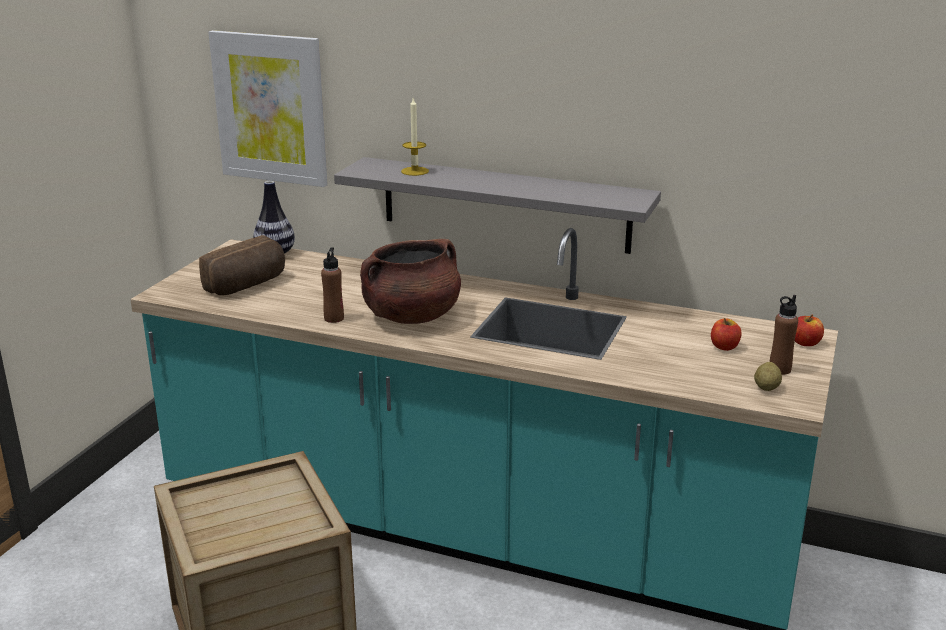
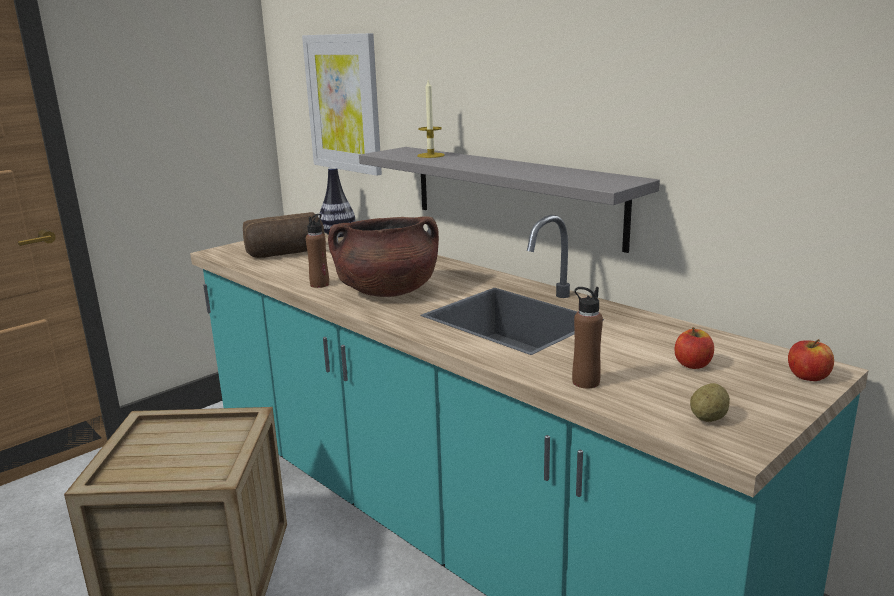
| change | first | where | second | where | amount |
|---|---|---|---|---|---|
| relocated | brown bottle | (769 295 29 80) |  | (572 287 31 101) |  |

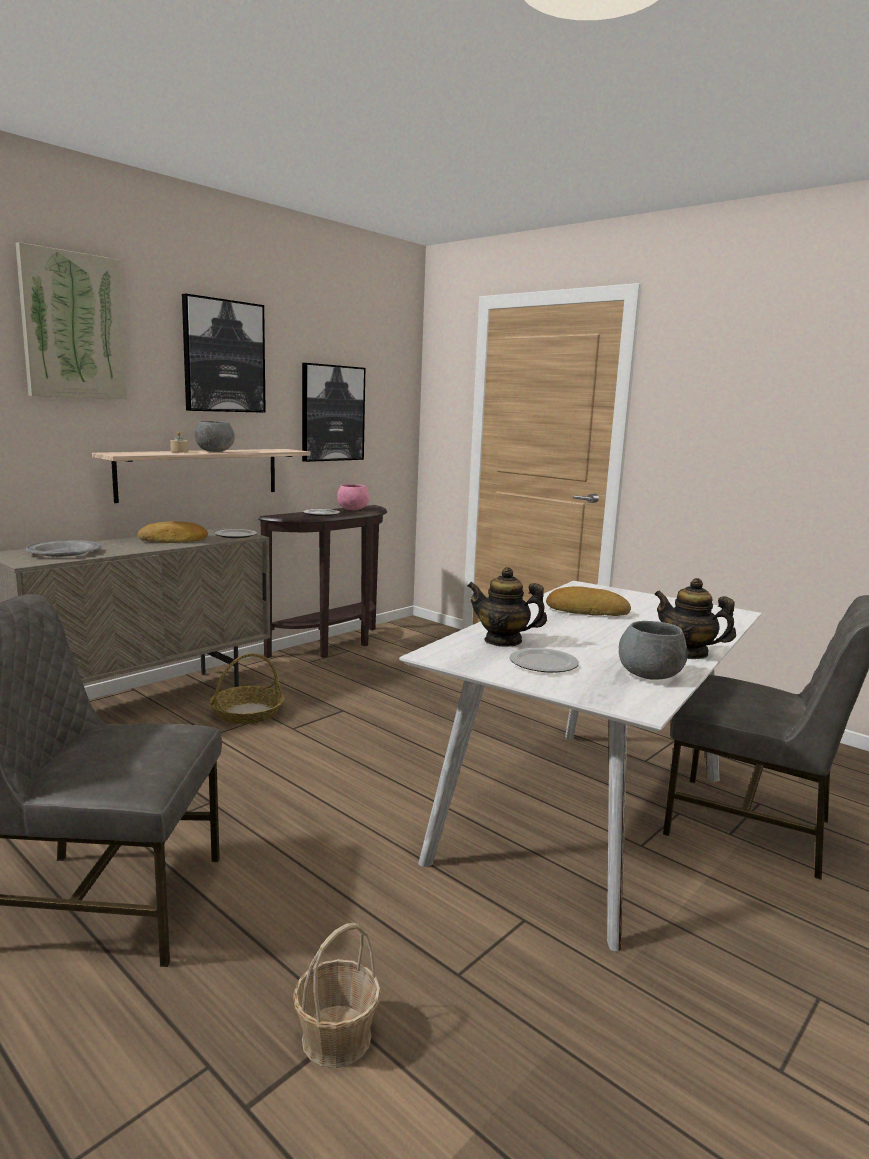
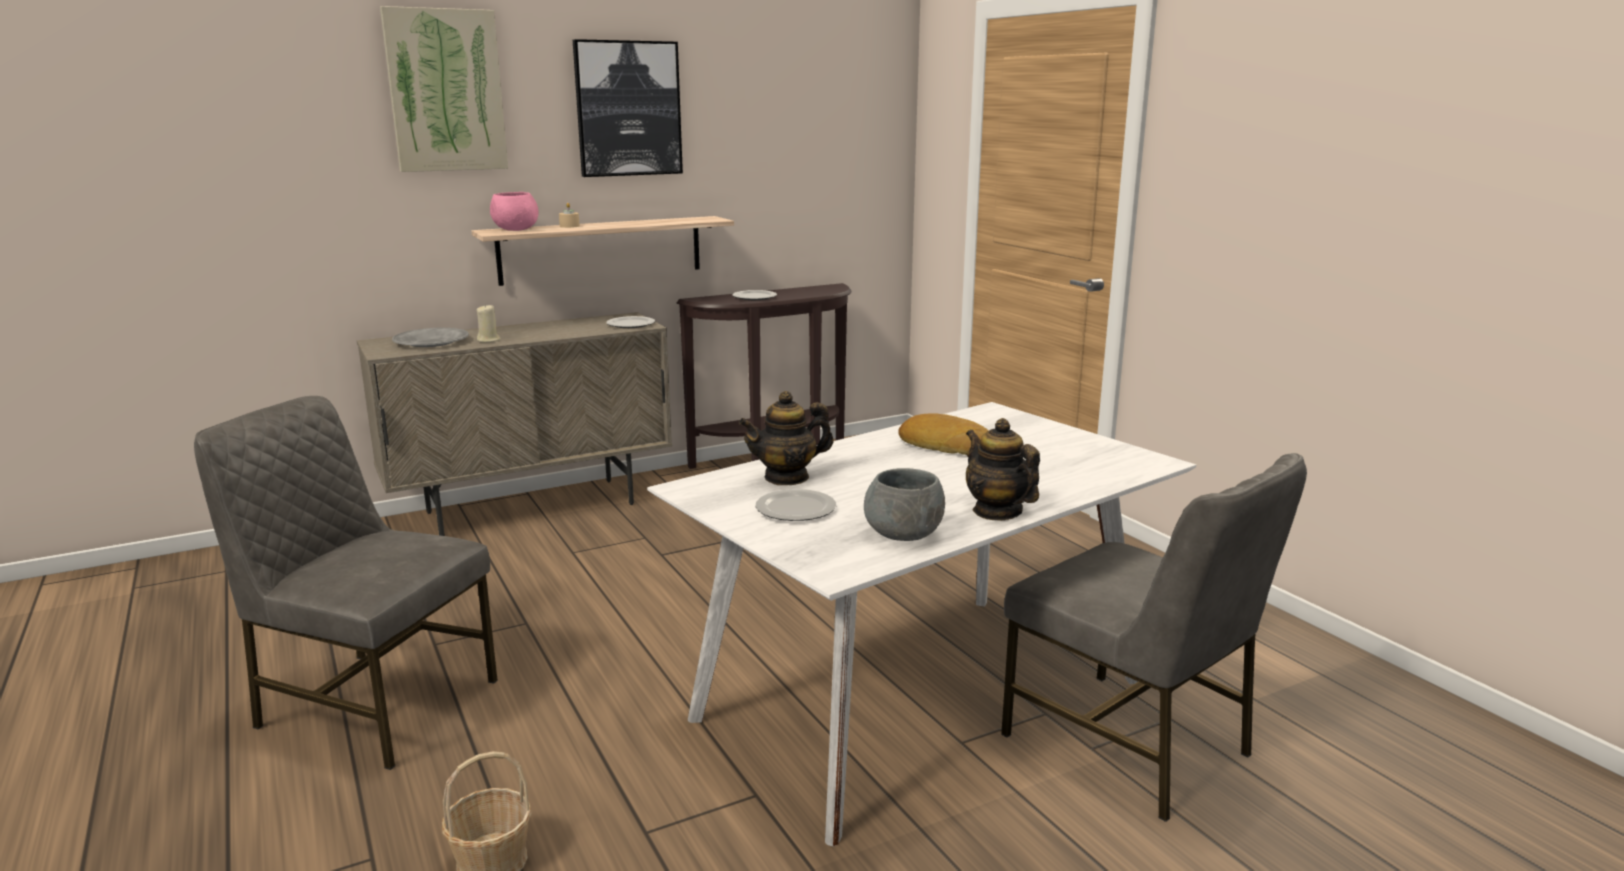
| change | first | where | second | where | amount |
|---|---|---|---|---|---|
| missing | wall art | (302 363 63 99) |  |  |  |
| missing | gray deep dish | (194 421 41 31) |  |  |  |
| relocated | pink deep dish | (337 484 32 26) |  | (490 192 49 39) |  |
| missing | bread | (137 521 71 22) |  |  |  |
| spun | teapot | (468 567 79 80) |  | (739 391 95 94) | 60 degrees counterclockwise |
| missing | storage basket | (210 653 75 71) |  |  |  |
| appeared |  |  | sand-coloured wax light | (477 304 24 38) |  |

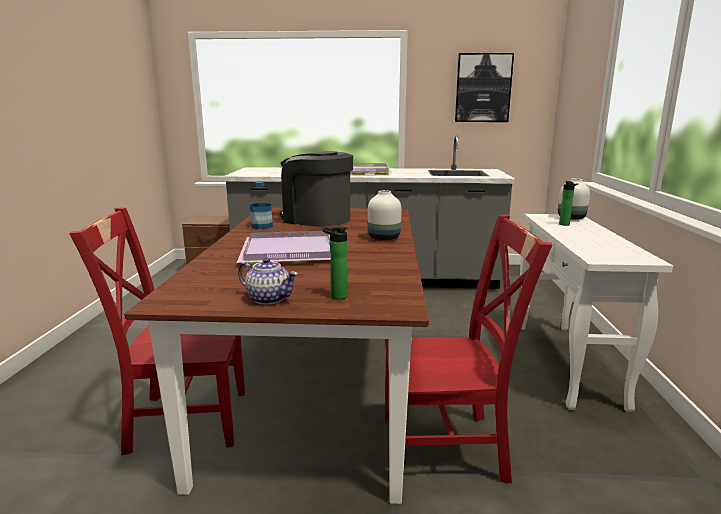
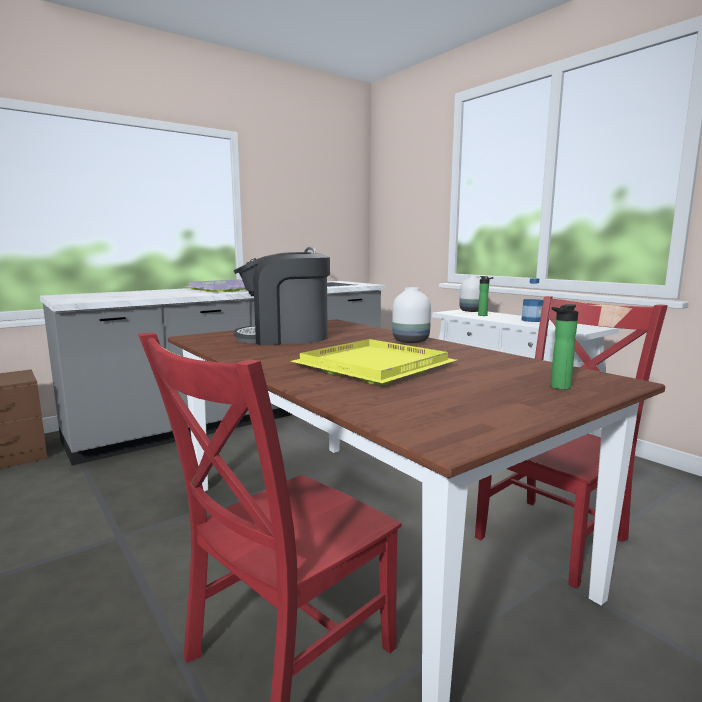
| change | first | where | second | where | amount |
|---|---|---|---|---|---|
| missing | wall art | (455 53 59 69) |  |  |  |
| relocated | bottle | (249 181 24 48) |  | (522 278 21 44) |  |
| colour | purple-coloured serving tray | (237 231 94 34) | yellowish serving tray | (291 339 165 46) |  |
| missing | teapot | (238 258 60 47) |  |  |  |

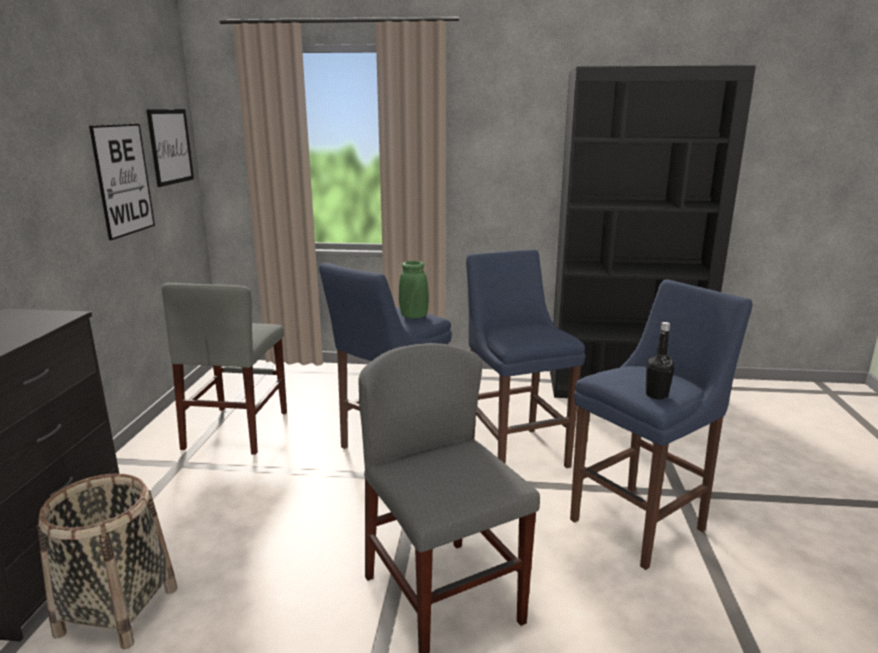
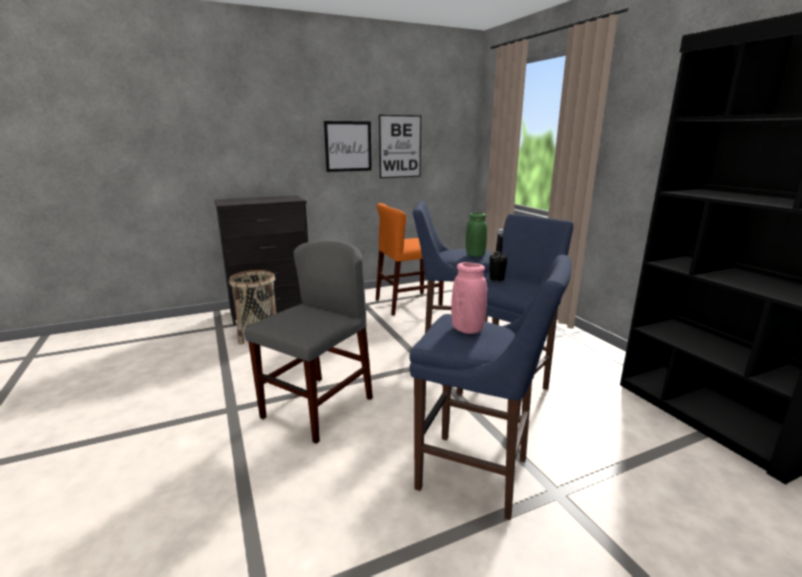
| change | first | where | second | where | amount |
|---|---|---|---|---|---|
| relocated | wall art | (146 109 48 78) |  | (324 121 48 51) |  |
| colour | gray plain chair | (162 283 125 172) | orangey plain chair | (376 203 68 113) |  |
| relocated | blackish bottle | (646 322 29 77) |  | (489 229 19 52) |  |
| appeared |  |  | pink flower vase | (451 262 36 72) |  |

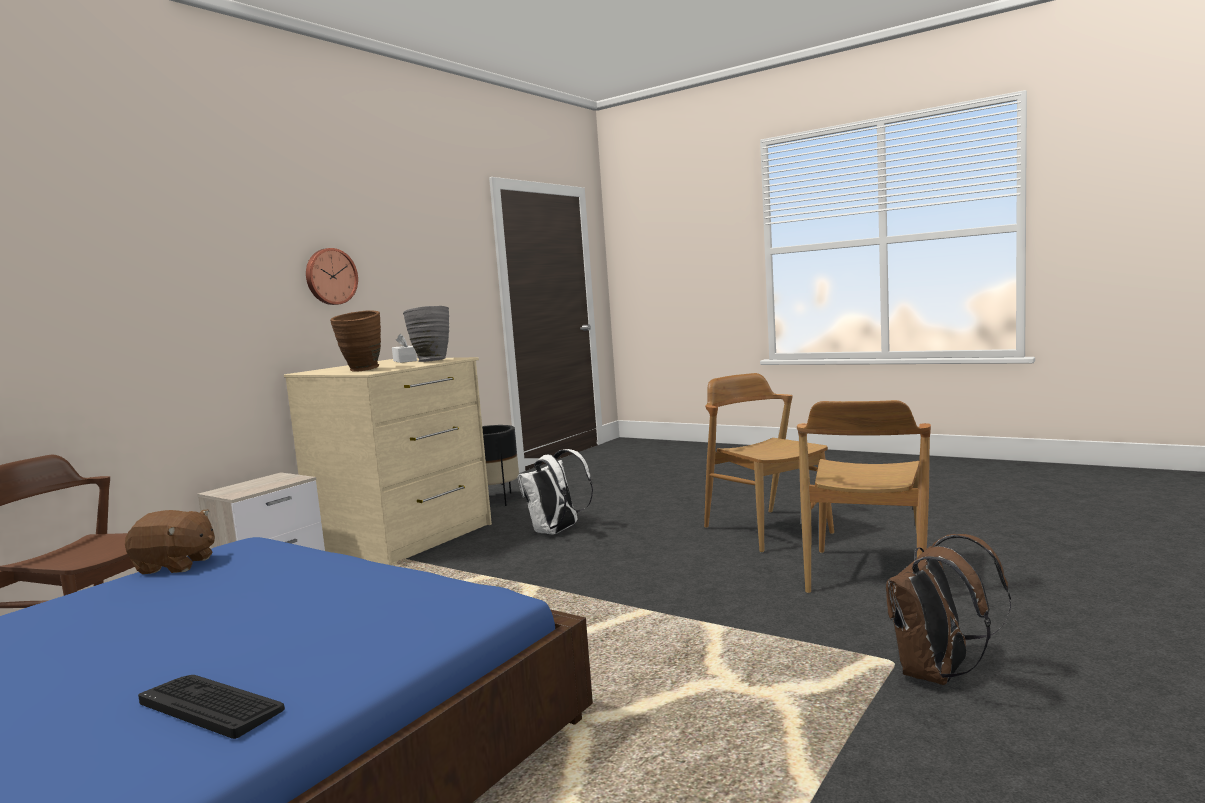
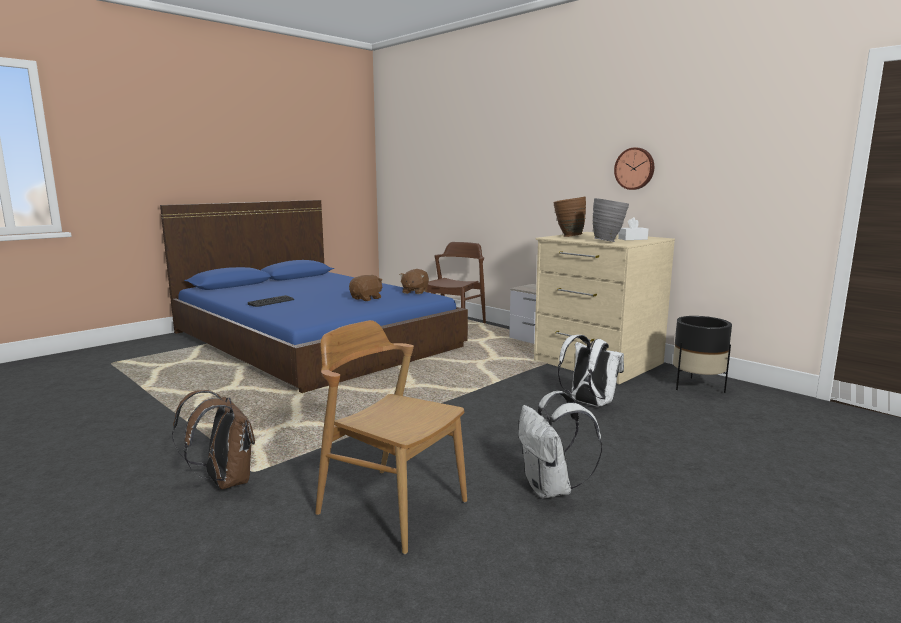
| change | first | where | second | where | amount |
|---|---|---|---|---|---|
| exchanged | brown plain chair | (704 373 130 180) | white-coloured knapsack | (518 391 84 108) |  |
| appeared |  |  | brown soft toy | (349 275 33 26) |  |

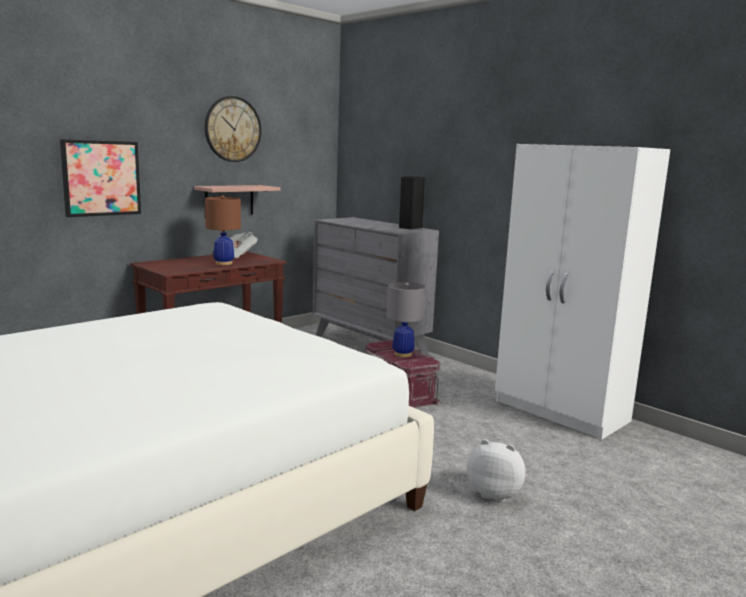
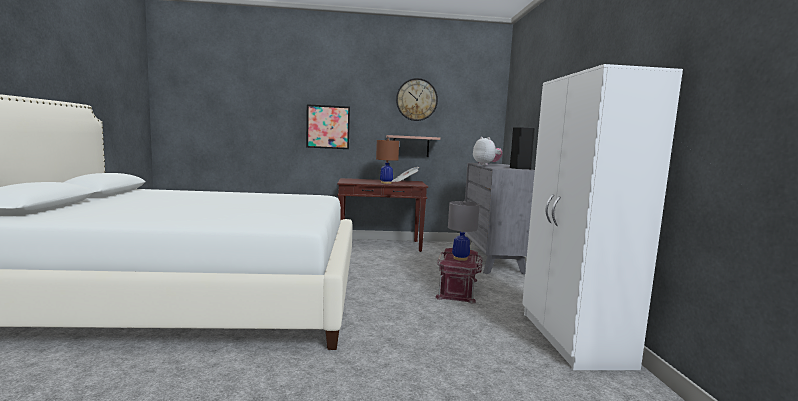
| change | first | where | second | where | amount |
|---|---|---|---|---|---|
| relocated | soft toy | (467 439 59 63) |  | (473 137 29 28) |  |

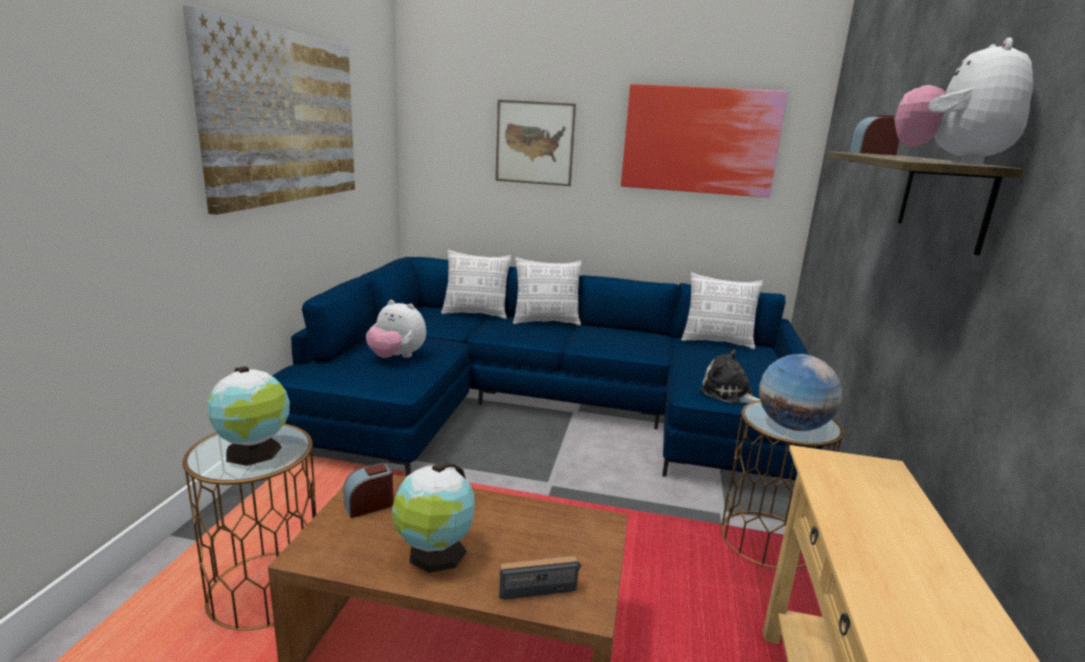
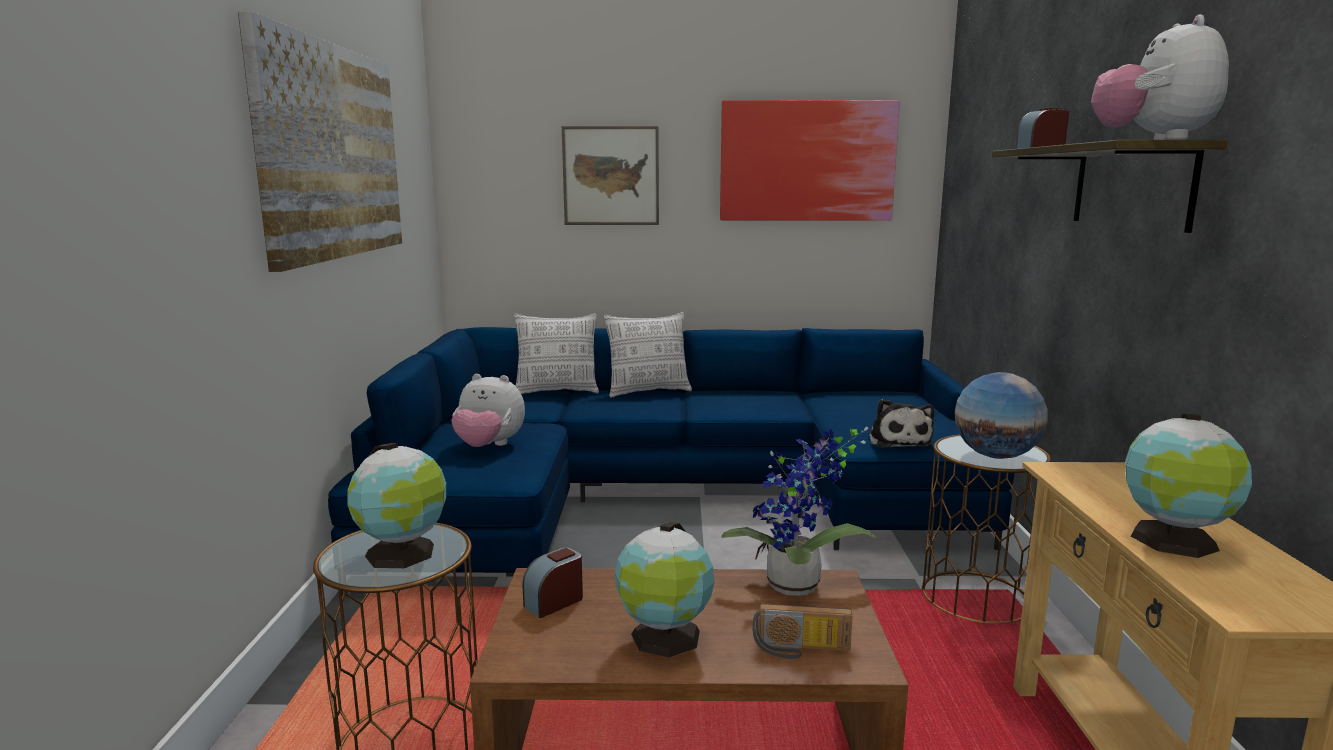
| change | first | where | second | where | amount |
|---|---|---|---|---|---|
| missing | pillow | (681 272 82 78) |  |  |  |
| spun | soft toy | (700 349 60 54) |  | (868 399 66 49) | 120 degrees counterclockwise |
| spun | radio | (498 556 84 44) |  | (752 604 101 55) | 150 degrees counterclockwise |
| appeared |  |  | globe | (1125 413 127 145) |  |
| appeared |  |  | houseplant | (721 427 156 169) |  |

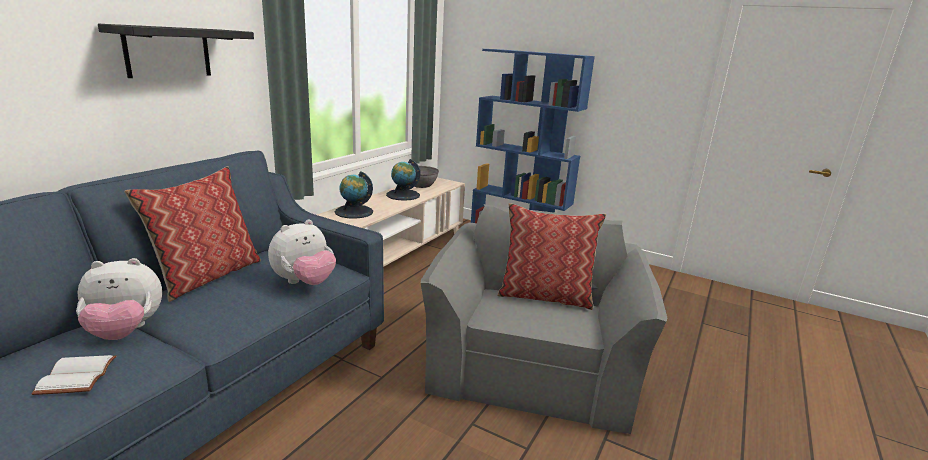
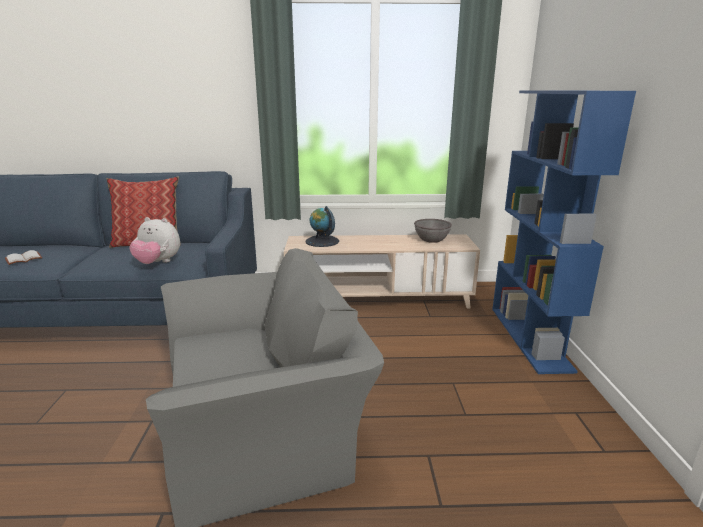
| change | first | where | second | where | amount |
|---|---|---|---|---|---|
| missing | blackish shelf | (98 24 156 54) |  |  |  |
| missing | globe | (386 159 35 42) |  |  |  |
| missing | pillow | (497 203 109 107) |  |  |  |
| missing | soft toy | (76 258 86 82) |  |  |  |

